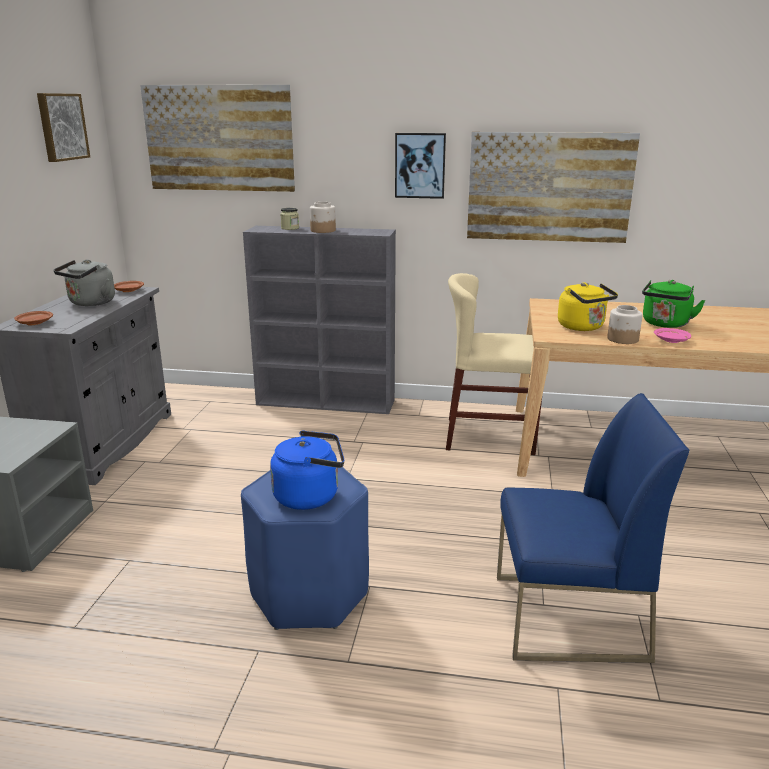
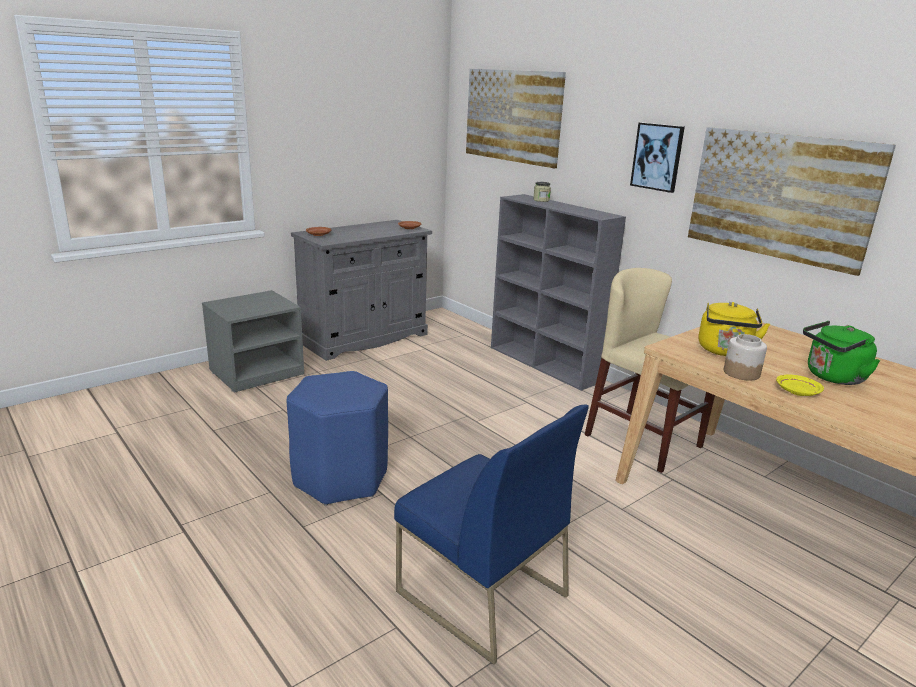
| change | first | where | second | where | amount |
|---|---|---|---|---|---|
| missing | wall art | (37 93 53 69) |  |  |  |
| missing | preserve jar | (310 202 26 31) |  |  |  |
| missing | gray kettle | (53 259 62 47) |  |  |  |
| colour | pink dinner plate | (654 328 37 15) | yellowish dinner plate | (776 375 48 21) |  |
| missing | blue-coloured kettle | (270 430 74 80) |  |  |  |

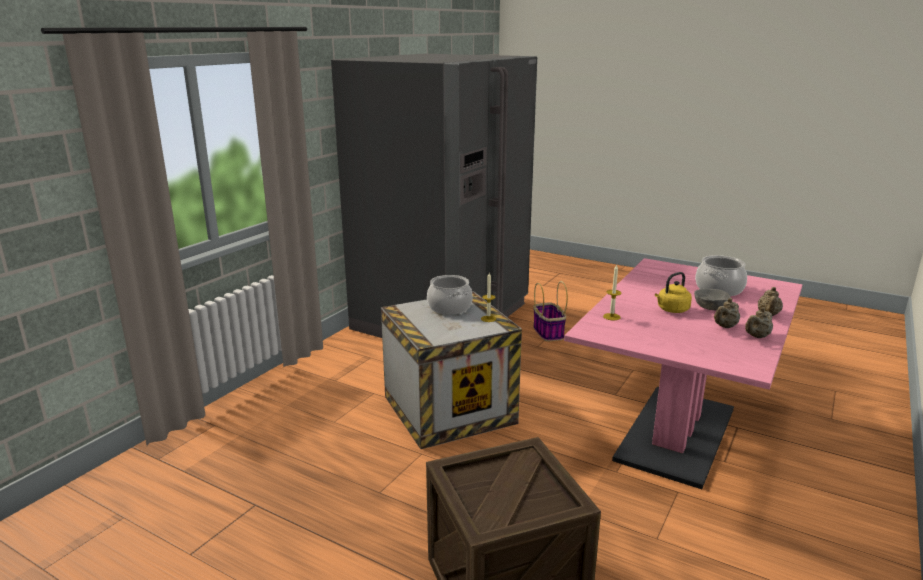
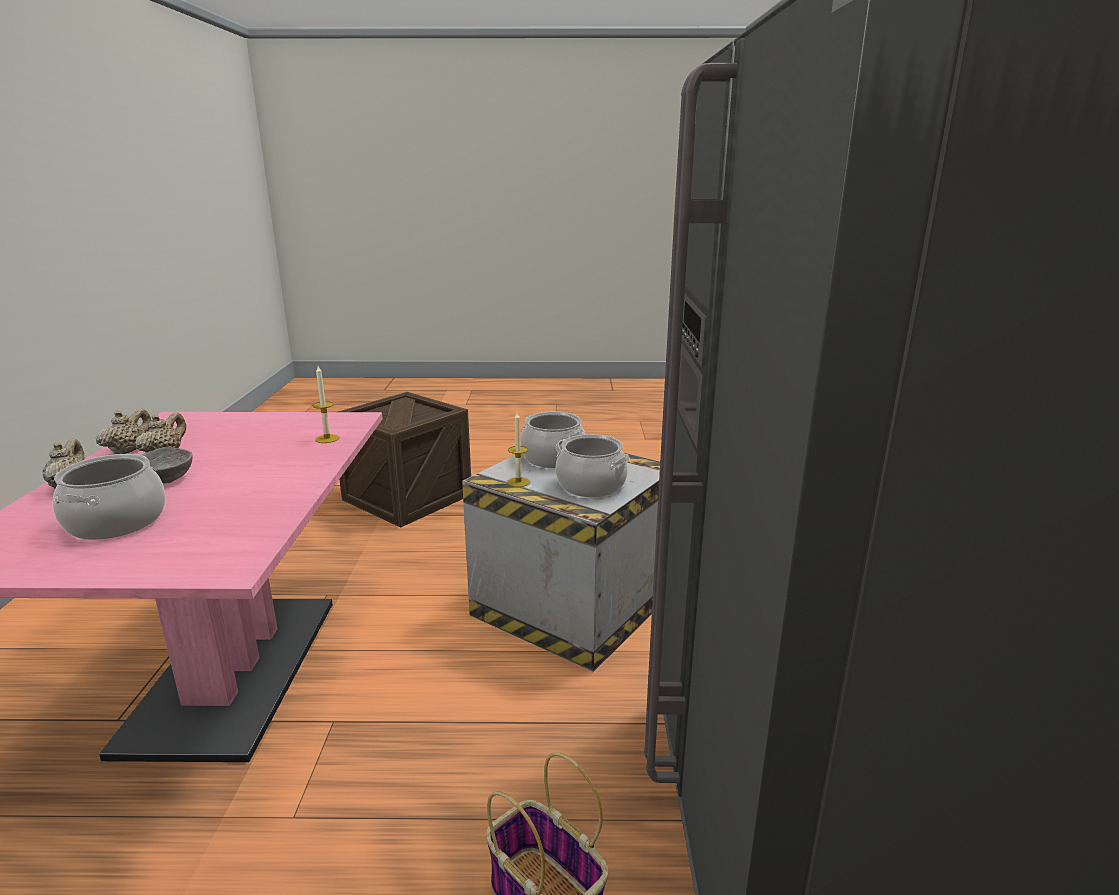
| change | first | where | second | where | amount |
|---|---|---|---|---|---|
| missing | yellowish kettle | (655 272 37 41) |  |  |  |
| appeared |  |  | saucepot | (520 412 65 56) |  |

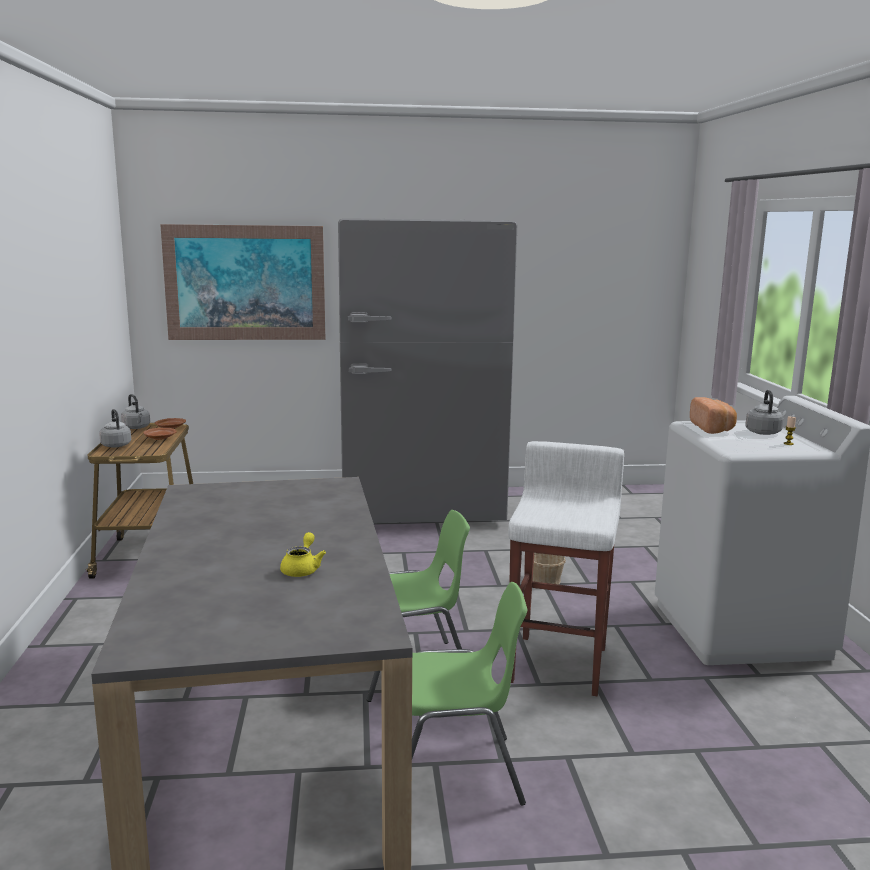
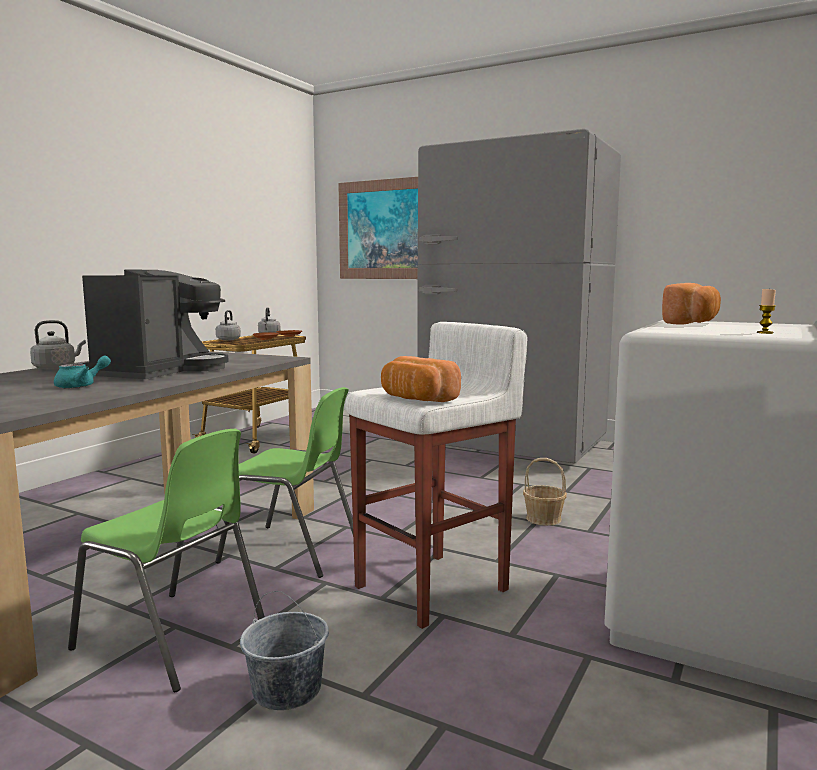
| change | first | where | second | where | amount |
|---|---|---|---|---|---|
| relocated | gray kettle | (745 390 39 45) |  | (30 320 56 50) |  |
| colour | yellowish teapot | (280 532 46 45) | blue-green teapot | (54 356 57 33) |  |
| appeared |  |  | coffee machine | (82 270 147 109) |  |
| appeared |  |  | bread | (381 356 80 46) |  |
| appeared |  |  | gray pail | (240 591 89 119) |  |

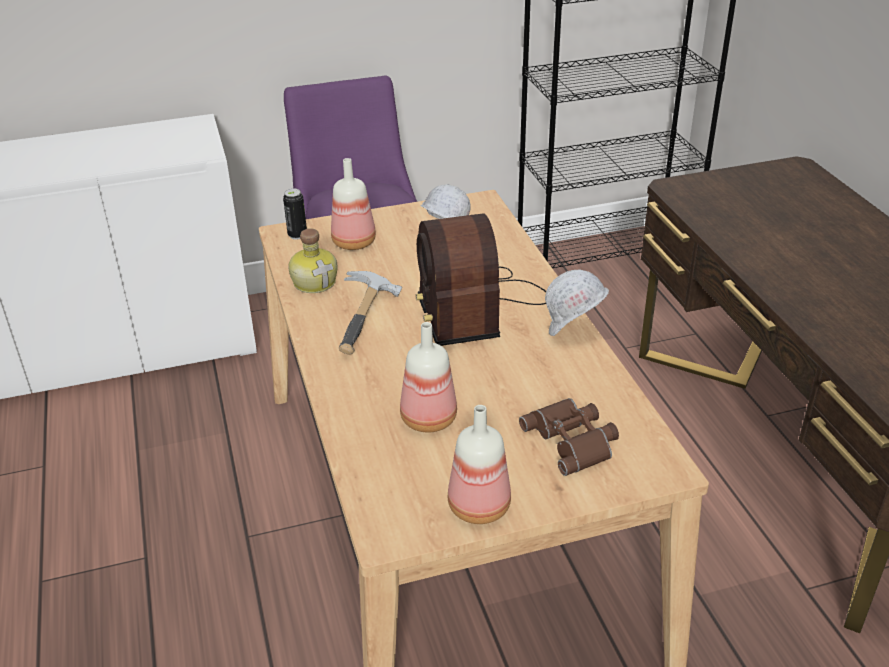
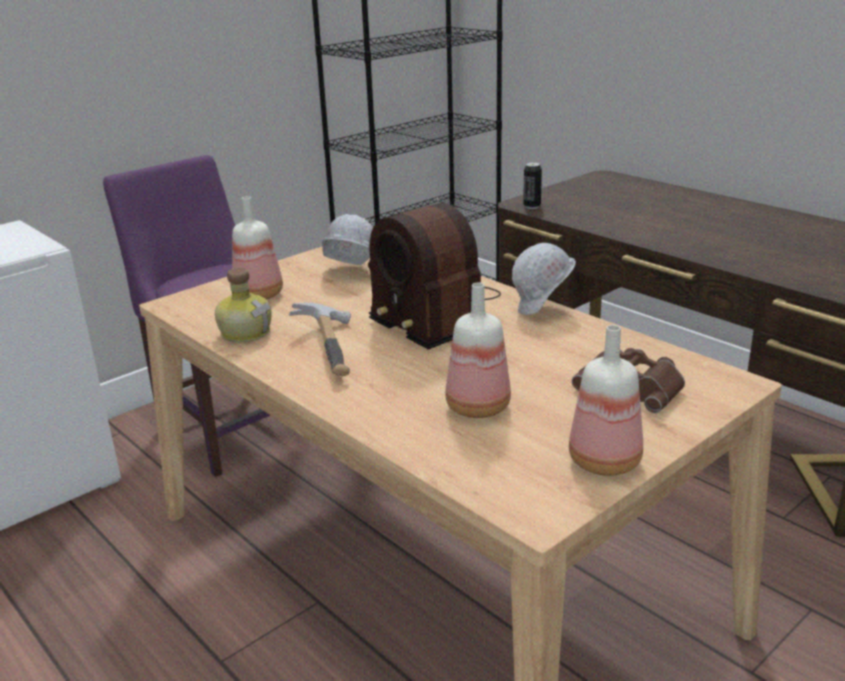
| change | first | where | second | where | amount |
|---|---|---|---|---|---|
| relocated | metal can | (283 188 24 51) |  | (523 162 19 47) |  |

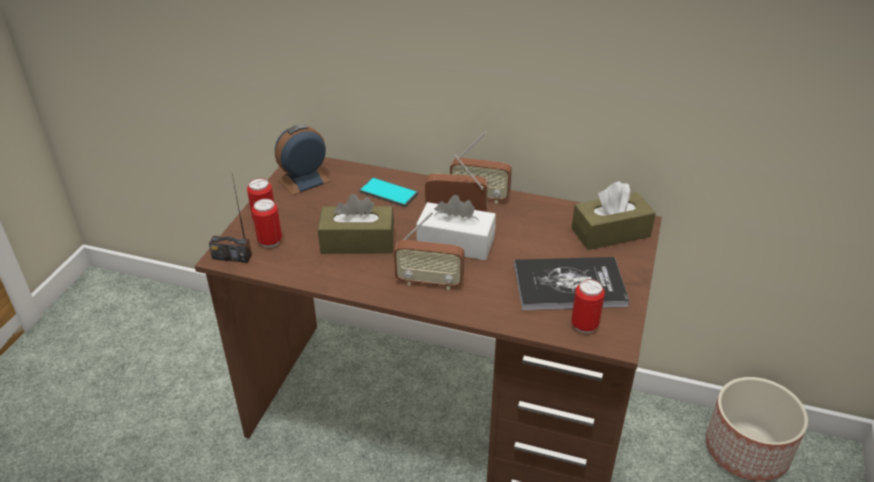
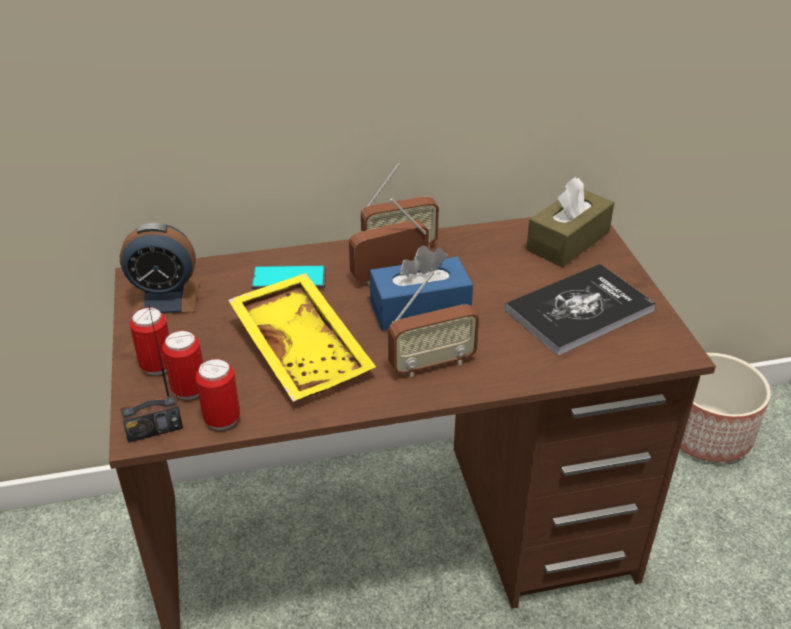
| change | first | where | second | where | amount |
|---|---|---|---|---|---|
| spun | table clock | (275 124 56 72) |  | (120 223 79 92) | 120 degrees counterclockwise |
| exchanged | brown tissue holder | (318 194 76 60) | yellowish serving tray | (228 273 148 129) |  |
| colour | white-coloured tissue holder | (416 195 80 65) | blue-coloured tissue holder | (370 246 103 85) |  |
| relocated | metal can | (571 279 34 54) |  | (196 358 44 72) |  |

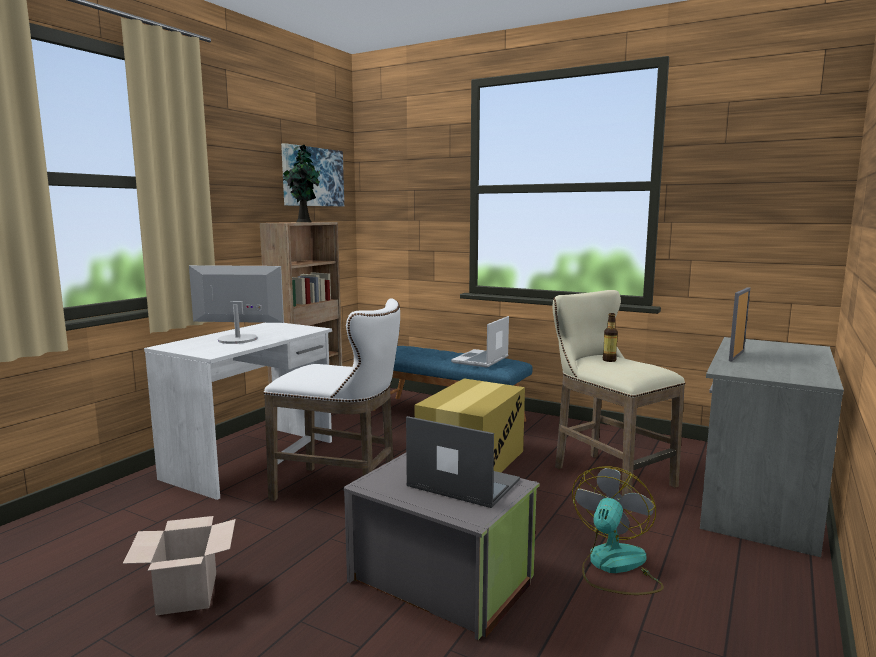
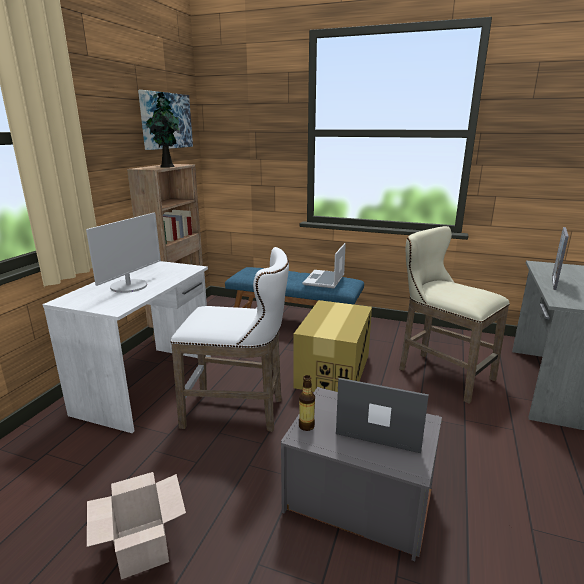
| change | first | where | second | where | amount |
|---|---|---|---|---|---|
| spun | computer display | (189 265 95 79) |  | (86 213 75 80) | 120 degrees clockwise |
| relocated | bottle | (603 313 15 49) |  | (299 375 16 56) |  |
| missing | fan | (572 466 92 129) |  |  |  |

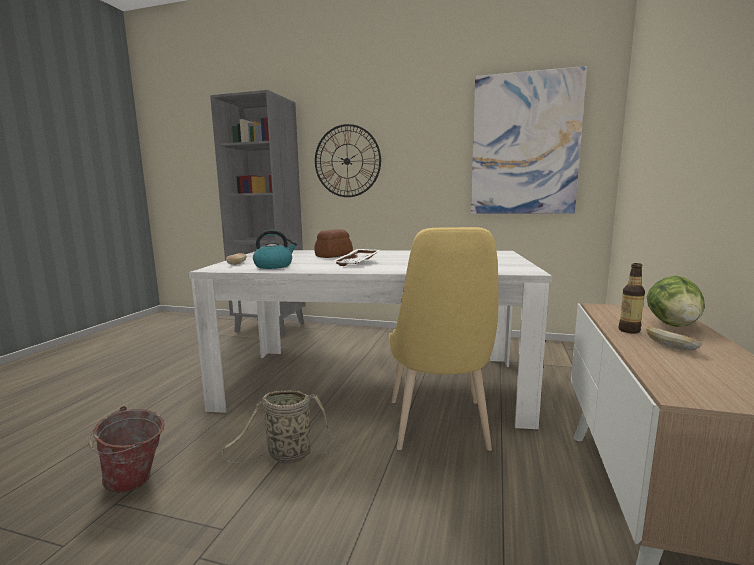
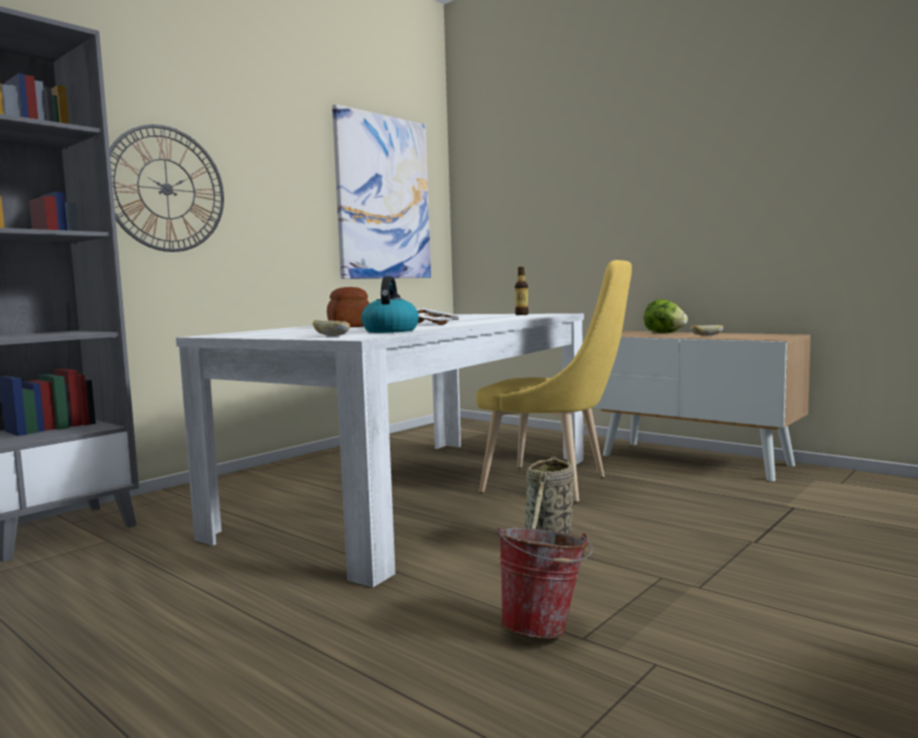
| change | first | where | second | where | amount |
|---|---|---|---|---|---|
| relocated | bottle | (619 263 26 70) |  | (515 267 14 48) |  |

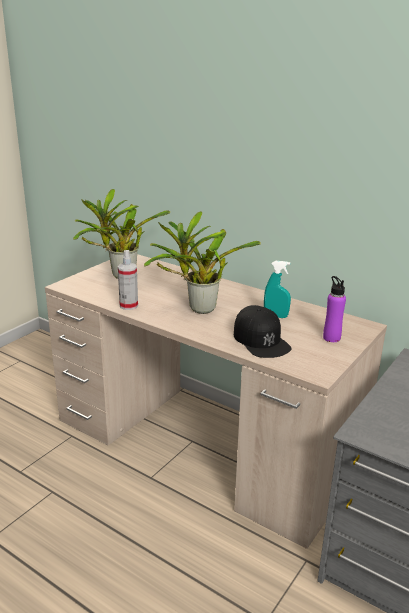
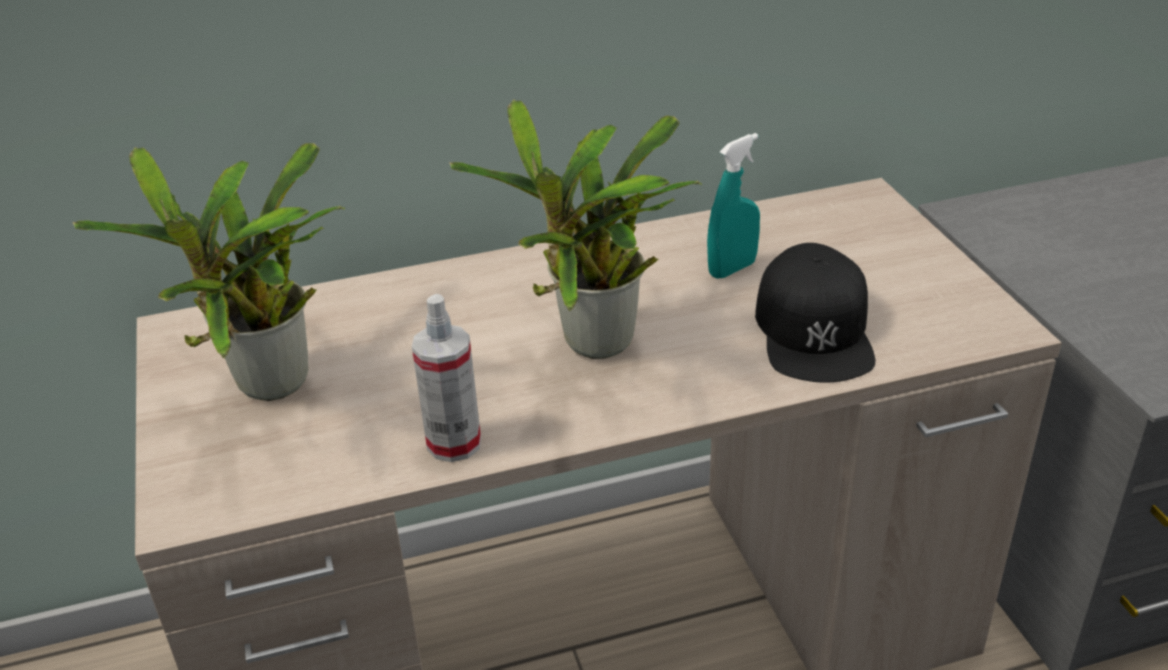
| change | first | where | second | where | amount |
|---|---|---|---|---|---|
| missing | purple-coloured bottle | (323 276 23 66) |  |  |  |
| spun | blackish peaked cap | (234 305 57 53) |  | (755 243 121 140) | 75 degrees clockwise |

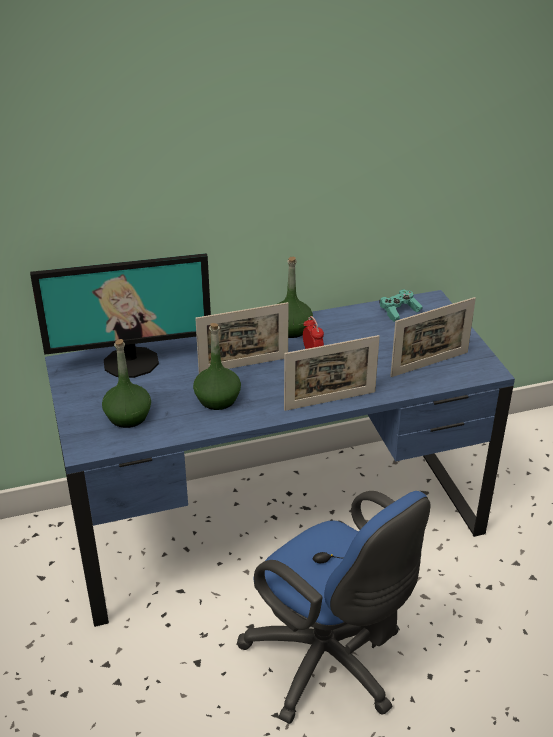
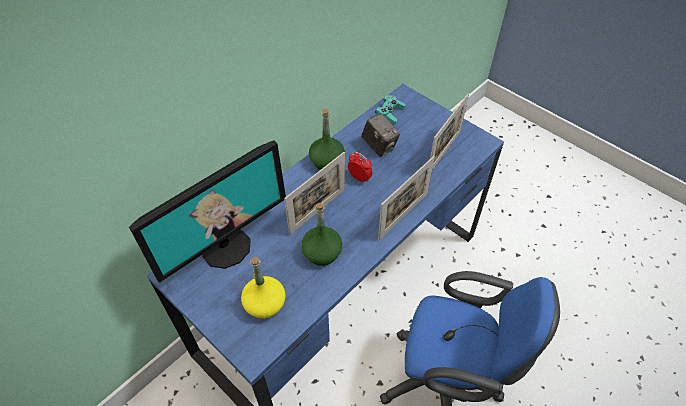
| change | first | where | second | where | amount |
|---|---|---|---|---|---|
| colour | greenish bottle | (102 339 49 89) | yellowish bottle | (241 257 45 62) |  |
| appeared |  |  | still camera | (361 113 39 44) |  |

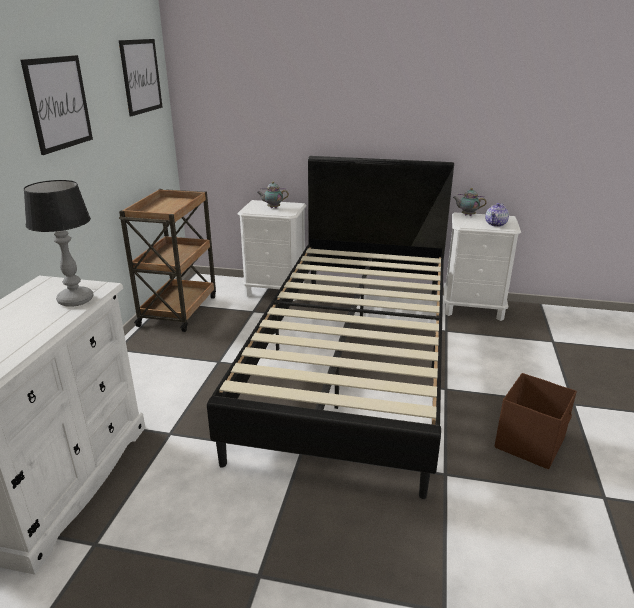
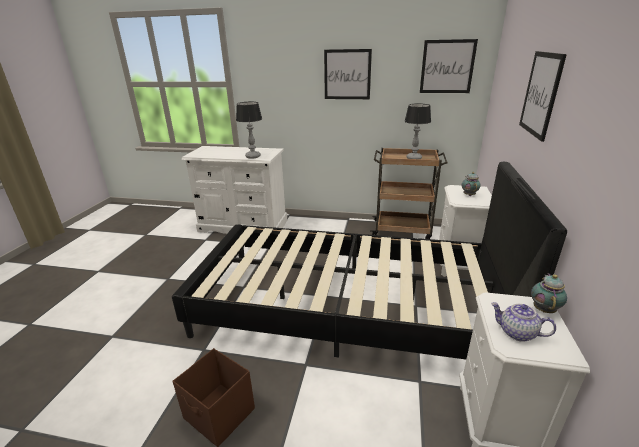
| change | first | where | second | where | amount |
|---|---|---|---|---|---|
| appeared |  |  | wall art | (519 51 48 91) |  |
| appeared |  |  | lamp for a table | (405 103 26 56) |  |

